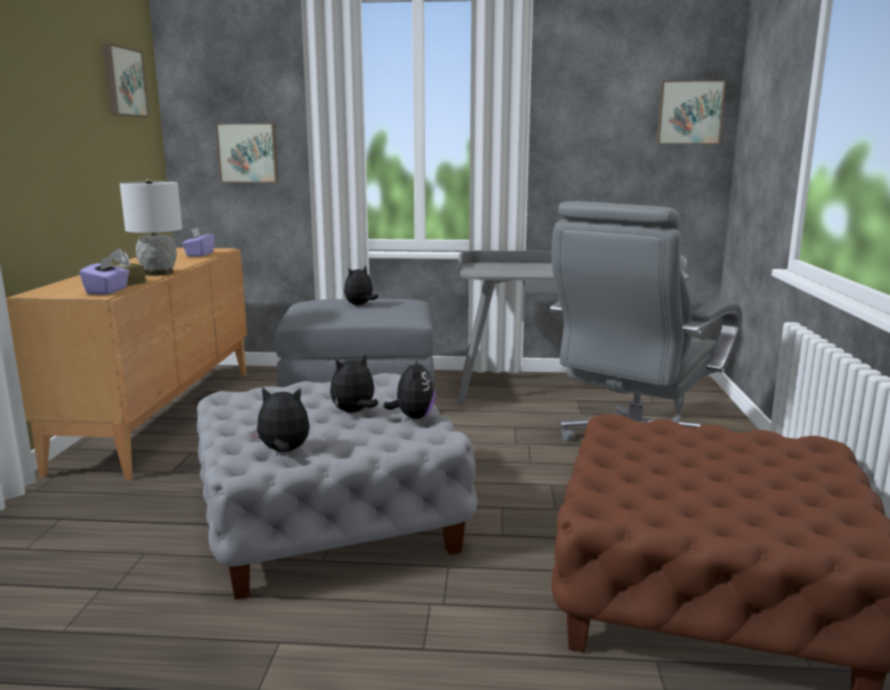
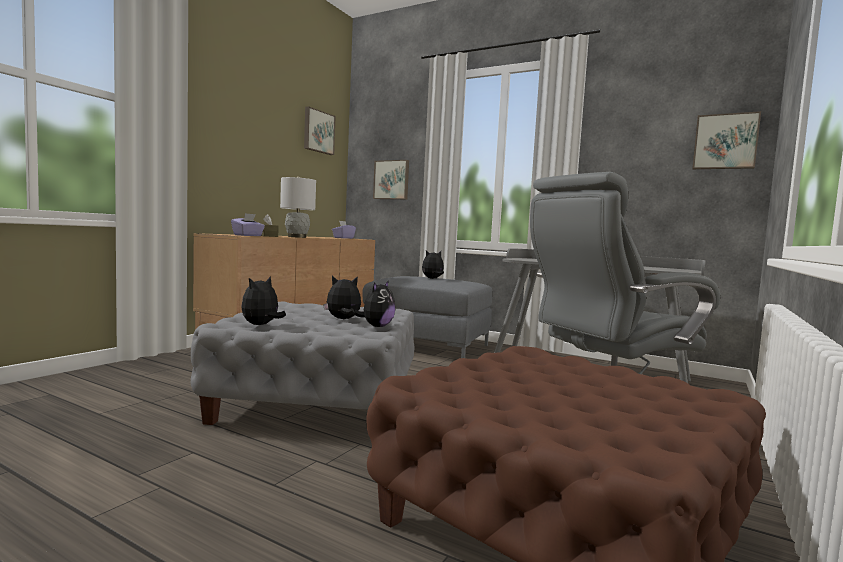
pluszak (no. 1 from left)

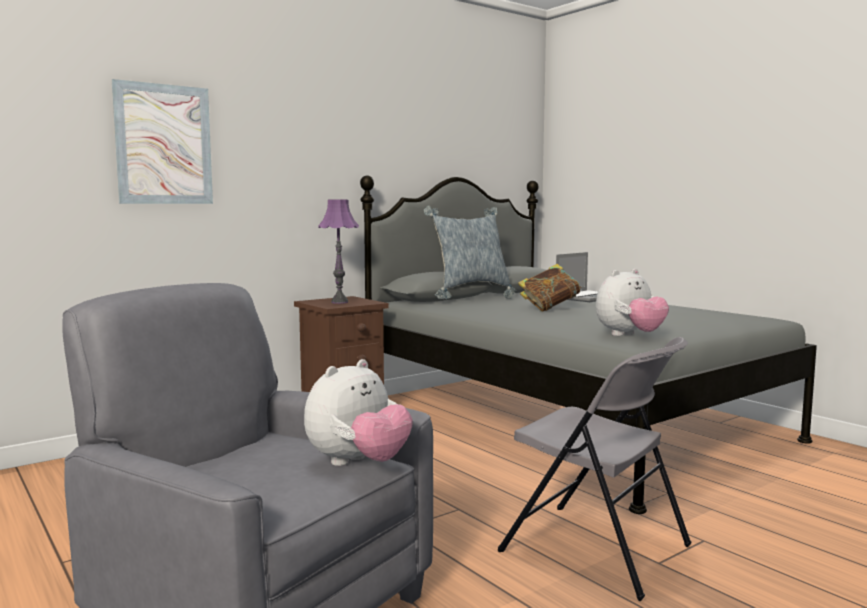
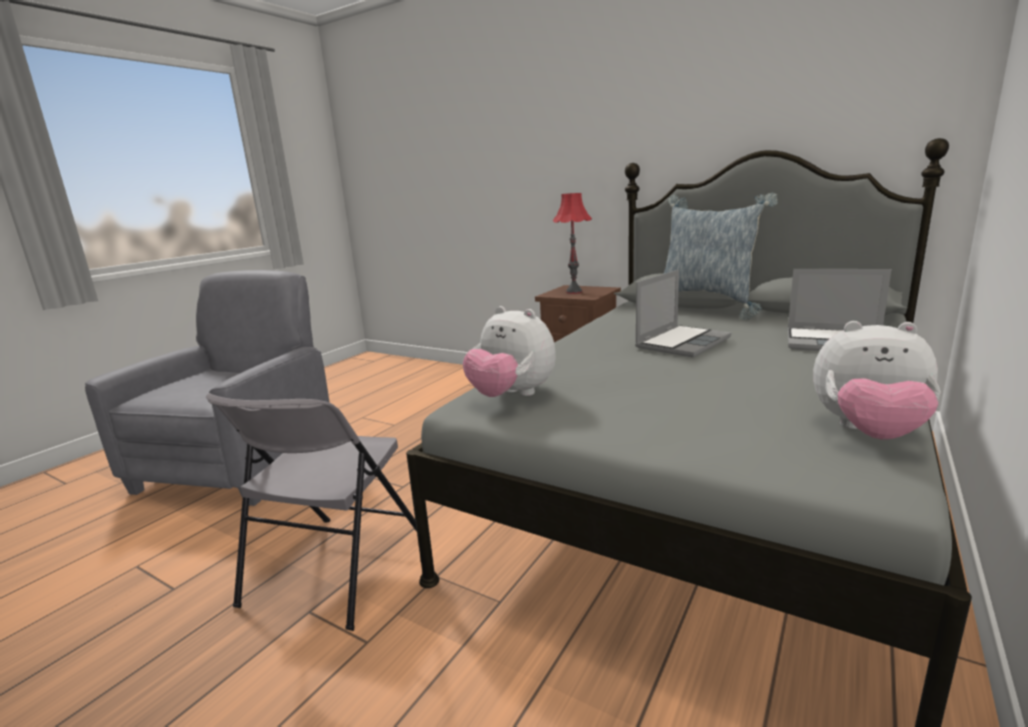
lampa stołowa [czerwony]; laptop (no. 1 from left); pluszak (no. 2 from left); obraz

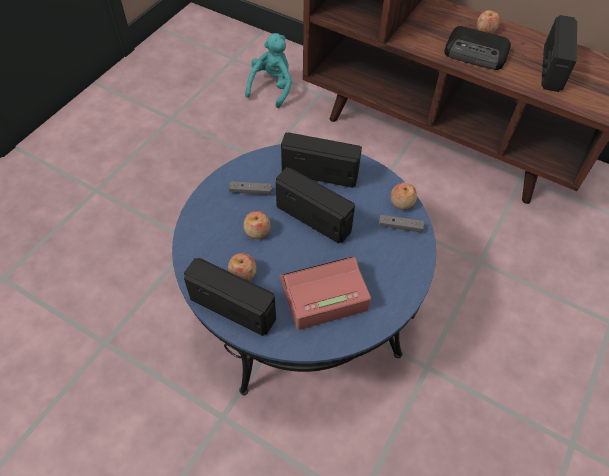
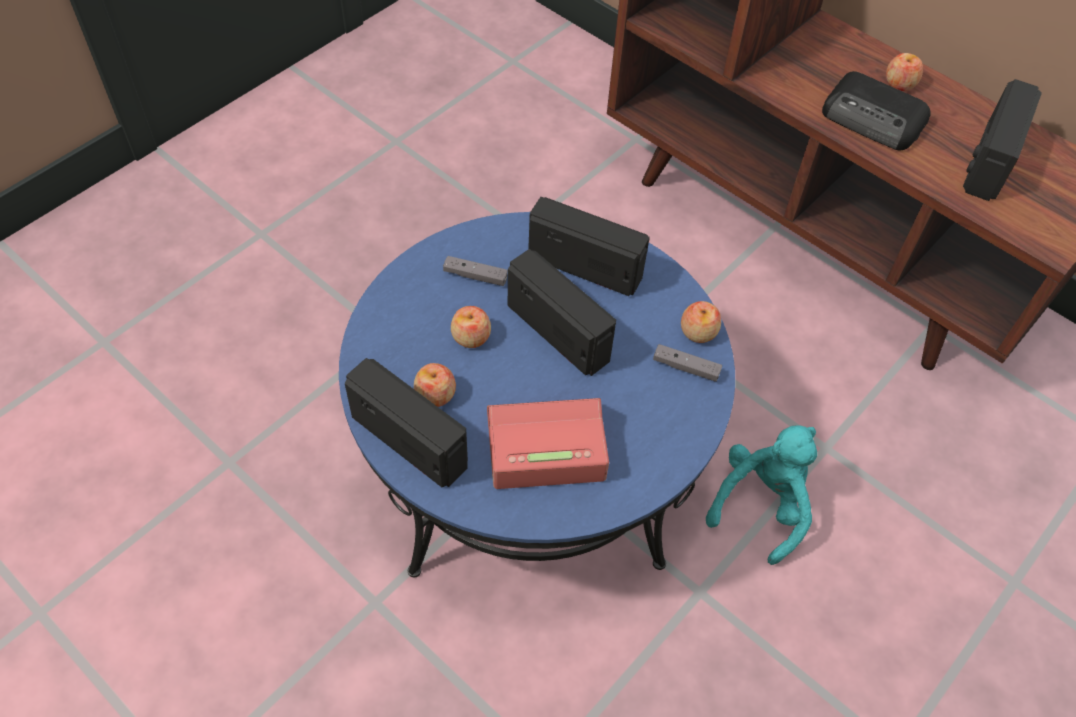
pluszak [turkusowy]

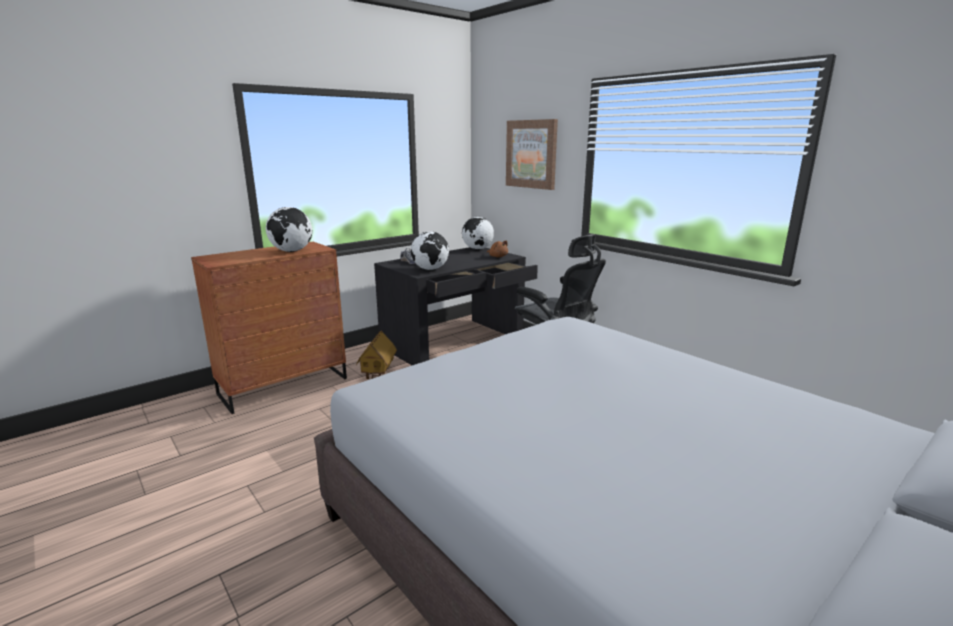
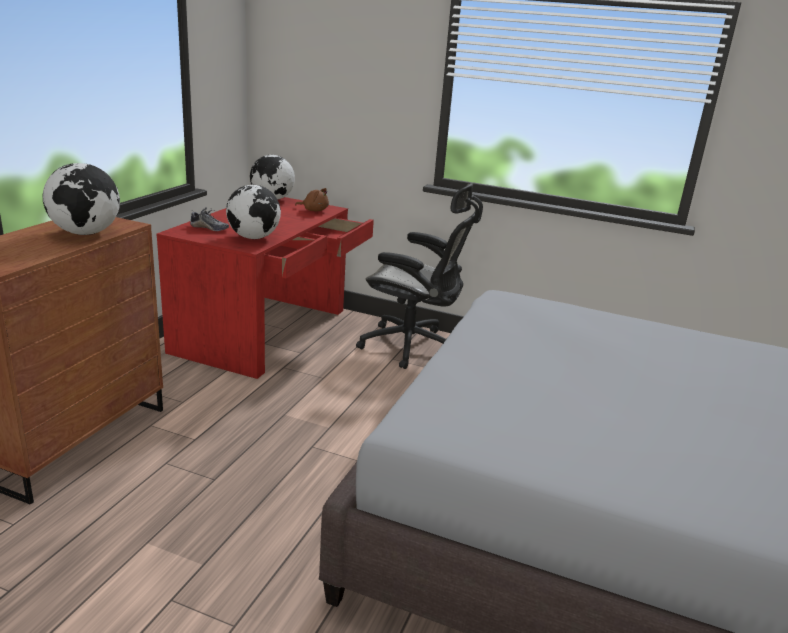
biurko [czerwony]; domek; obraz

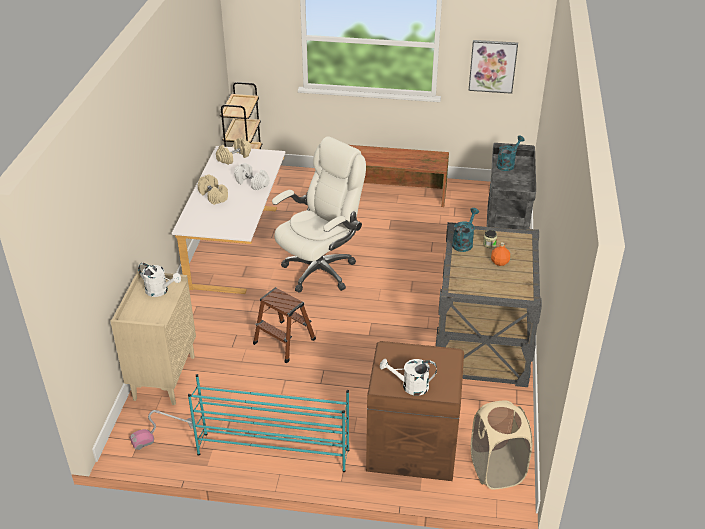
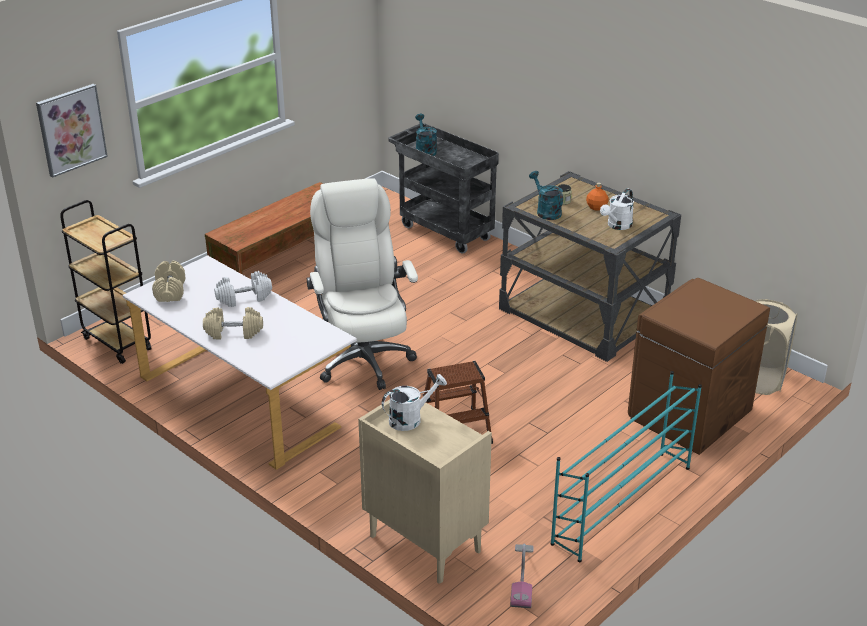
obraz; konewka [biały] (no. 2 from left)

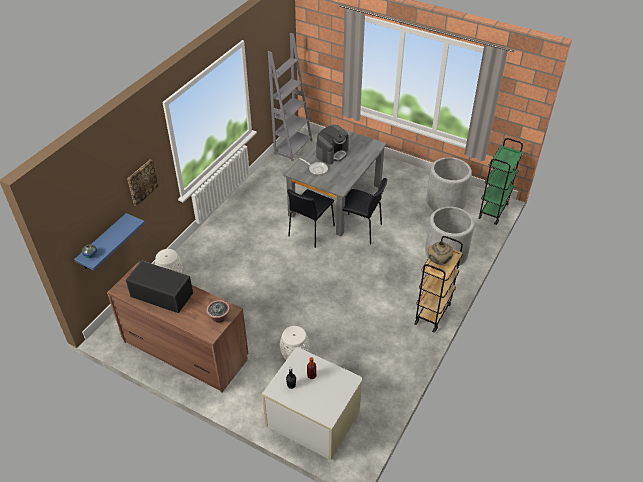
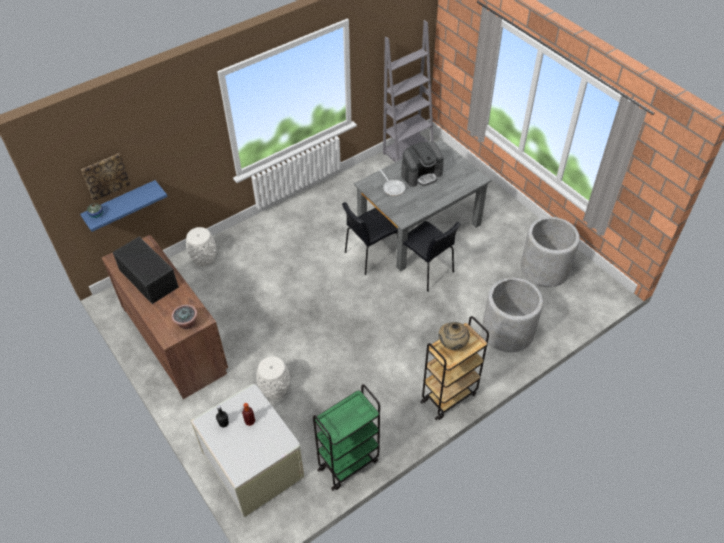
obraz; wózek [zielony]

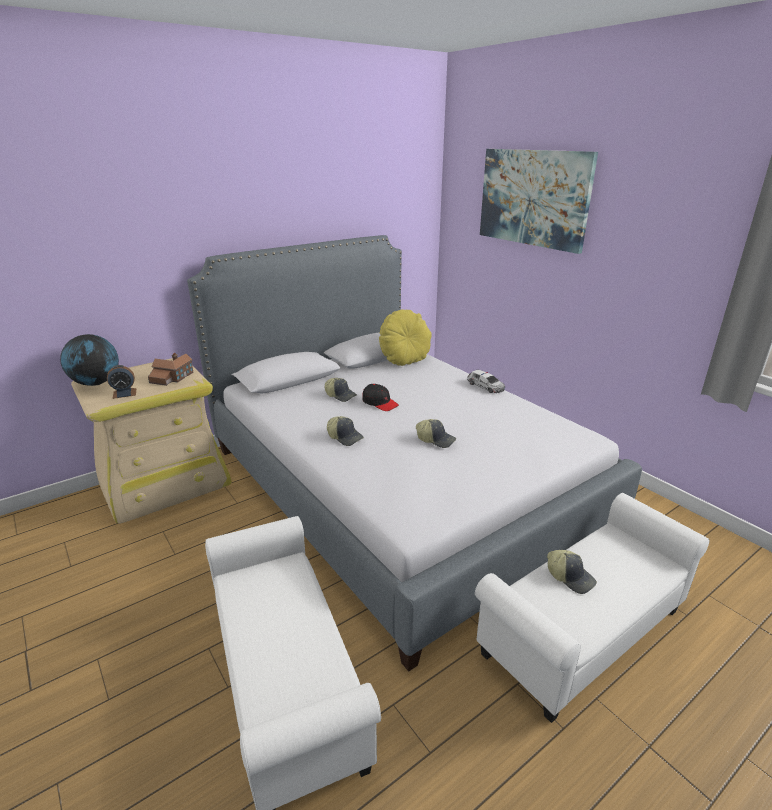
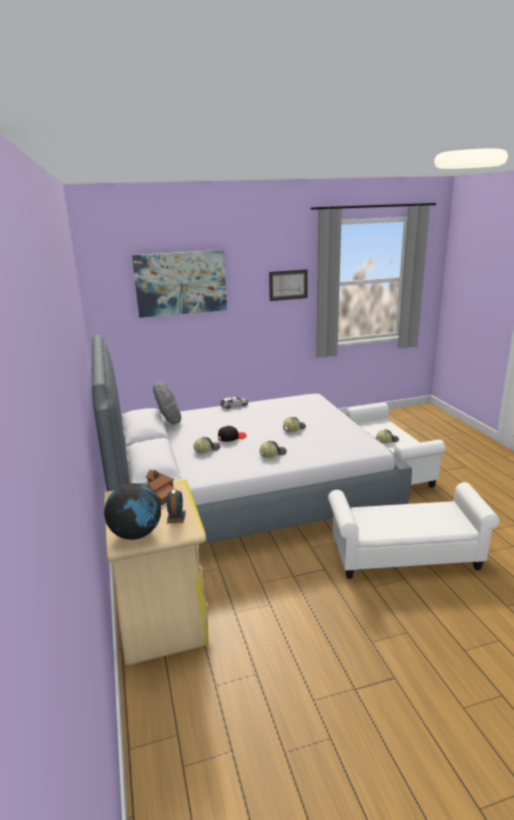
poduszka [szary]; obraz (no. 2 from left)

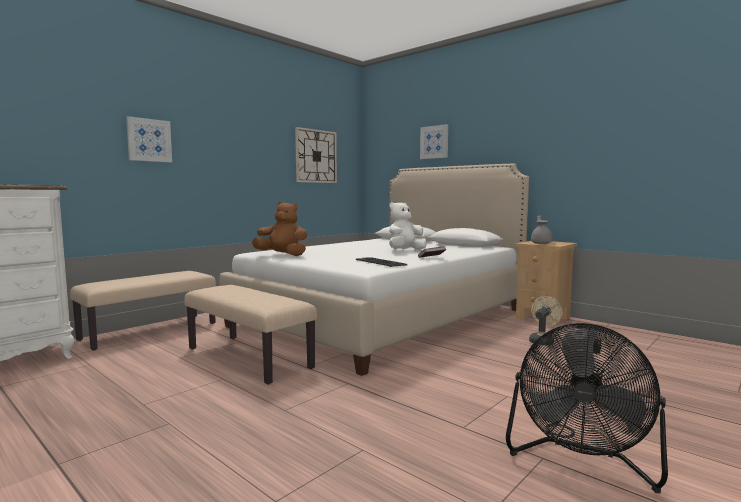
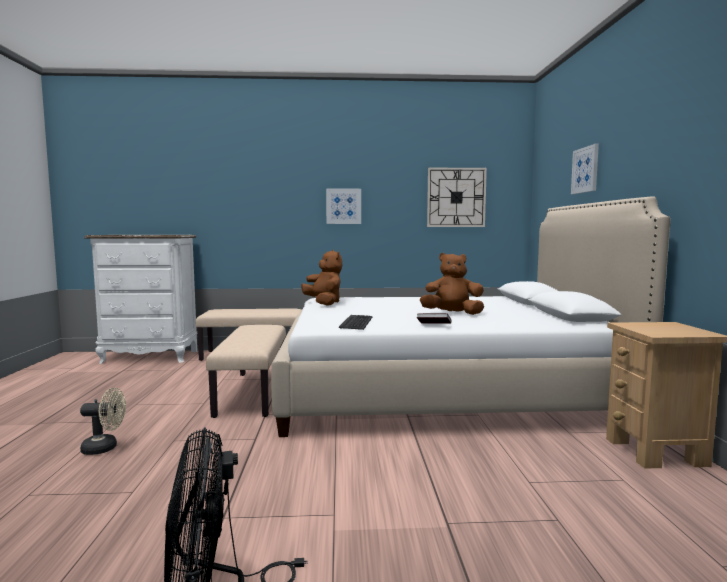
wentylator [beżowy]; obraz (no. 1 from left); pluszak [brązowy] (no. 2 from left); imbryk [szary]

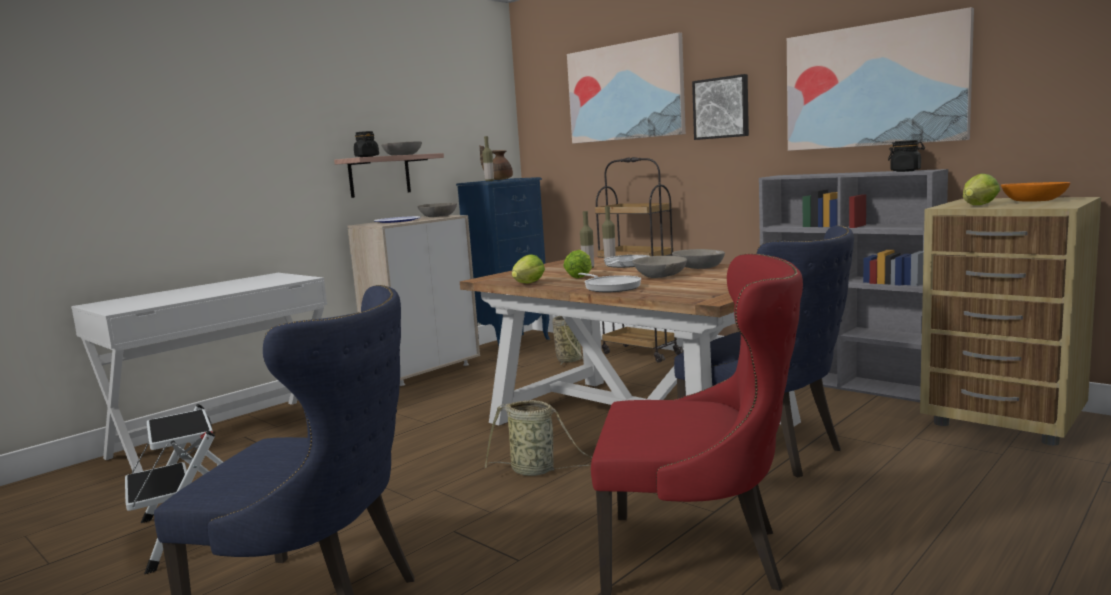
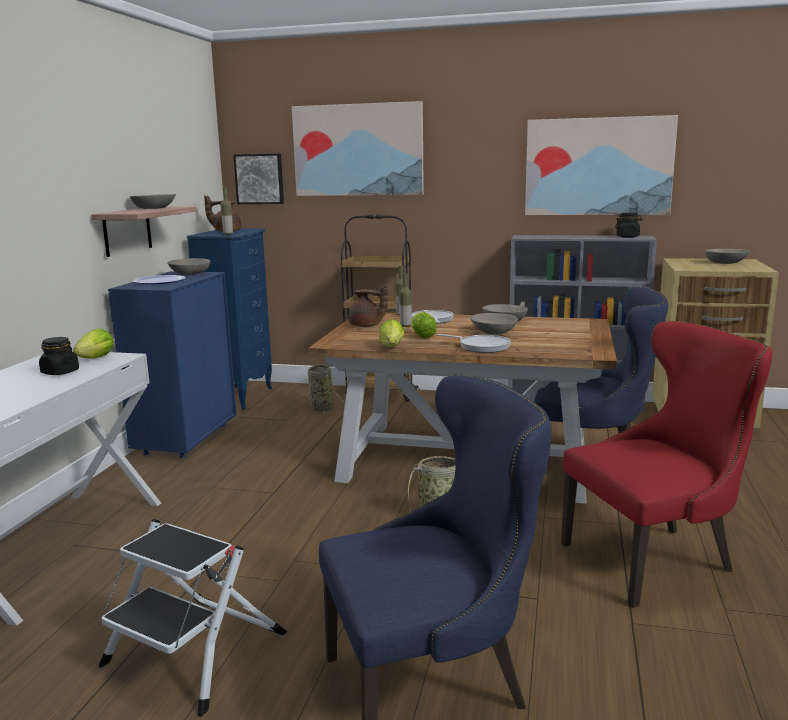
słoik [czarny] (no. 1 from left); sałata (no. 1 from left); szafka [niebieski]; obraz (no. 1 from left); imbryk [brązowy] (no. 2 from left); miska [szary] (no. 5 from left)

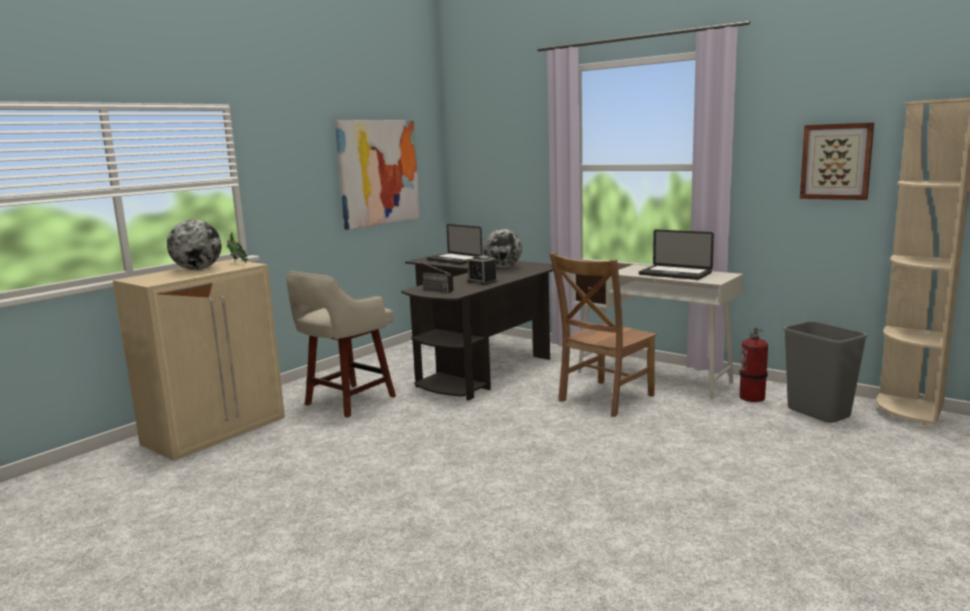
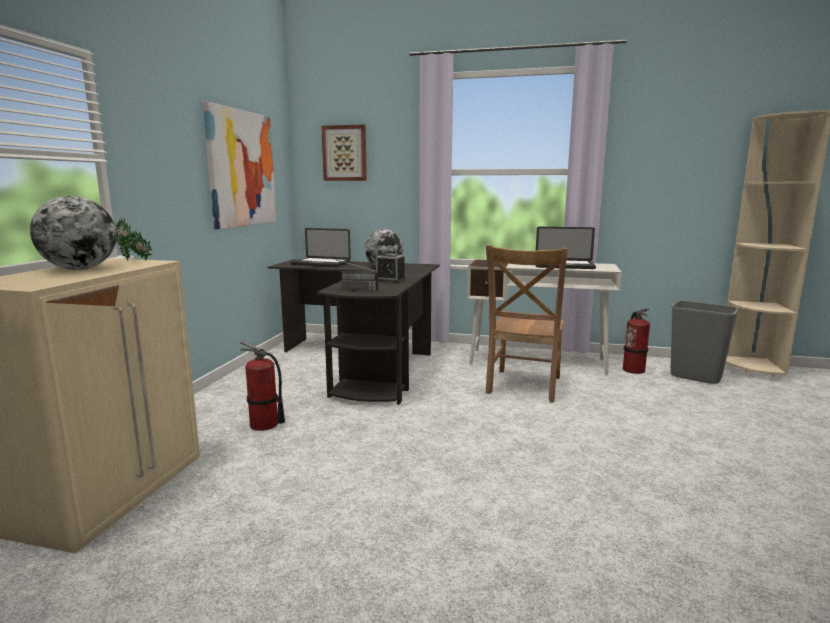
gaśnica (no. 1 from left); obraz (no. 2 from left)

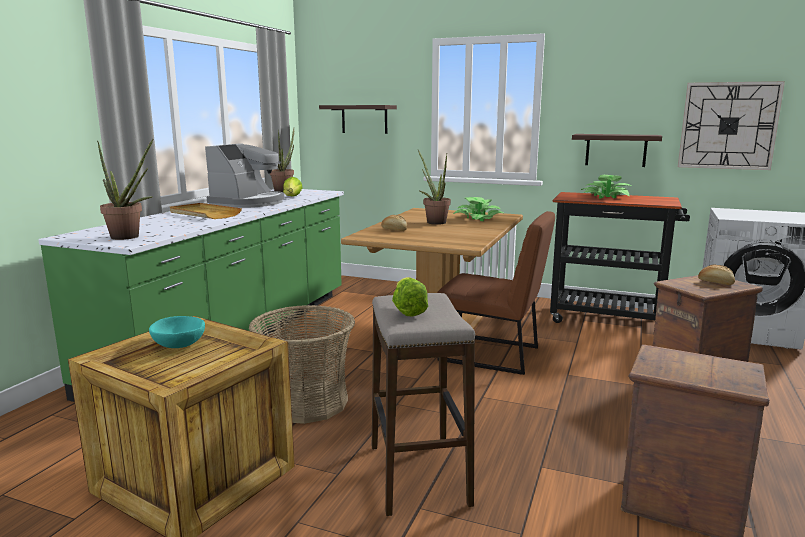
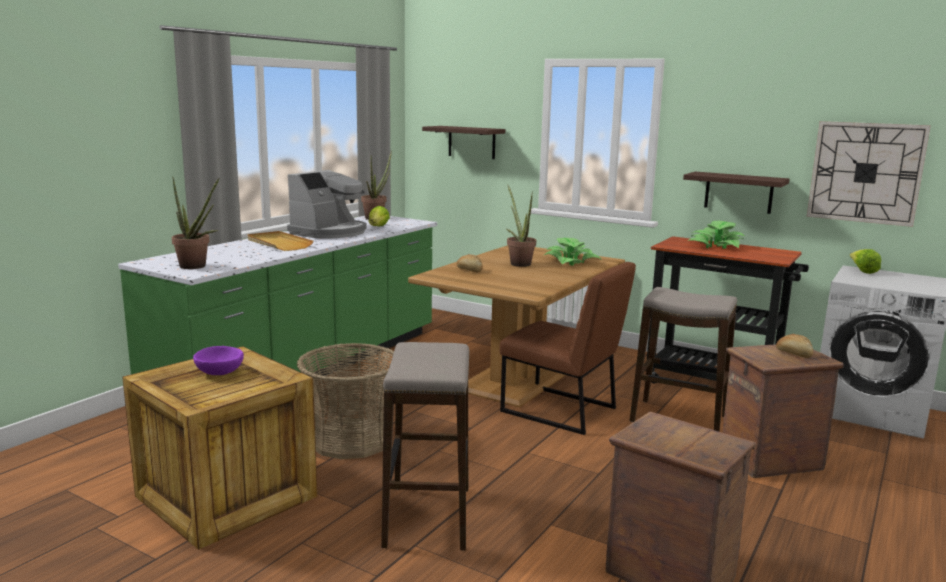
miska [fioletowy]; stołek (no. 2 from left); sałata (no. 2 from left)

